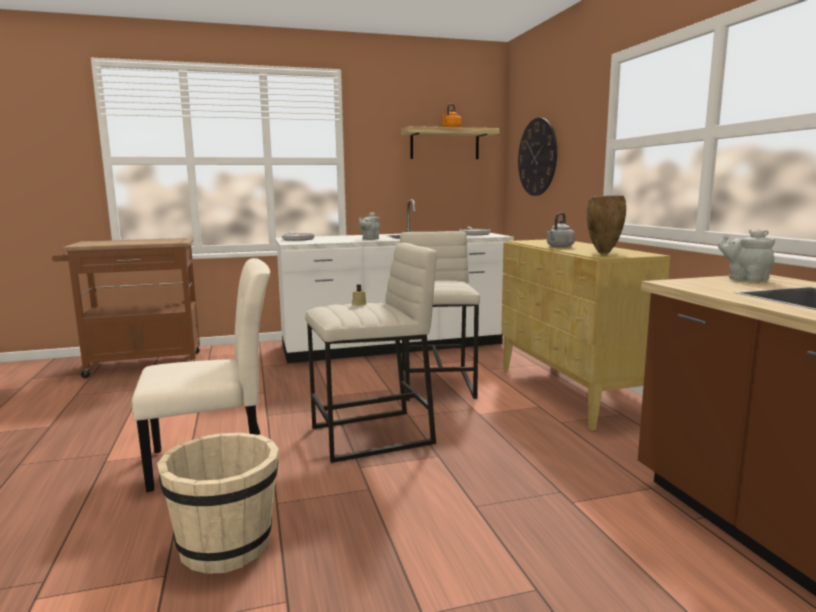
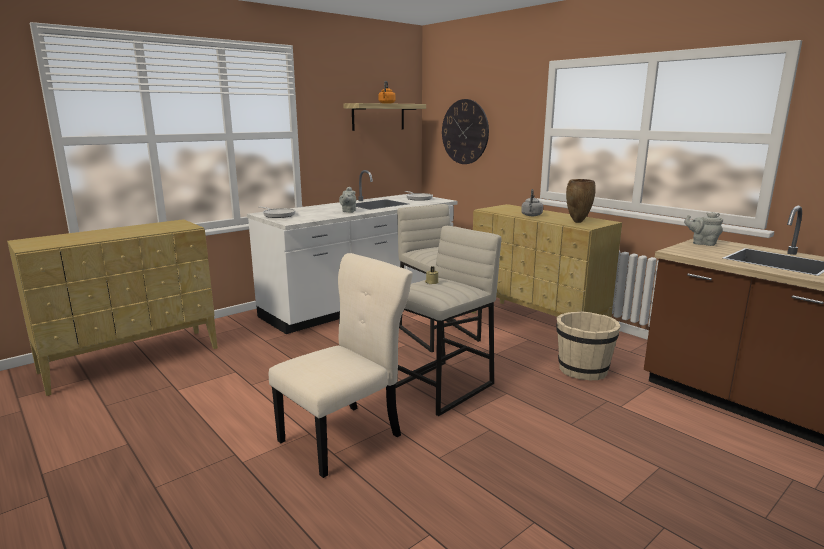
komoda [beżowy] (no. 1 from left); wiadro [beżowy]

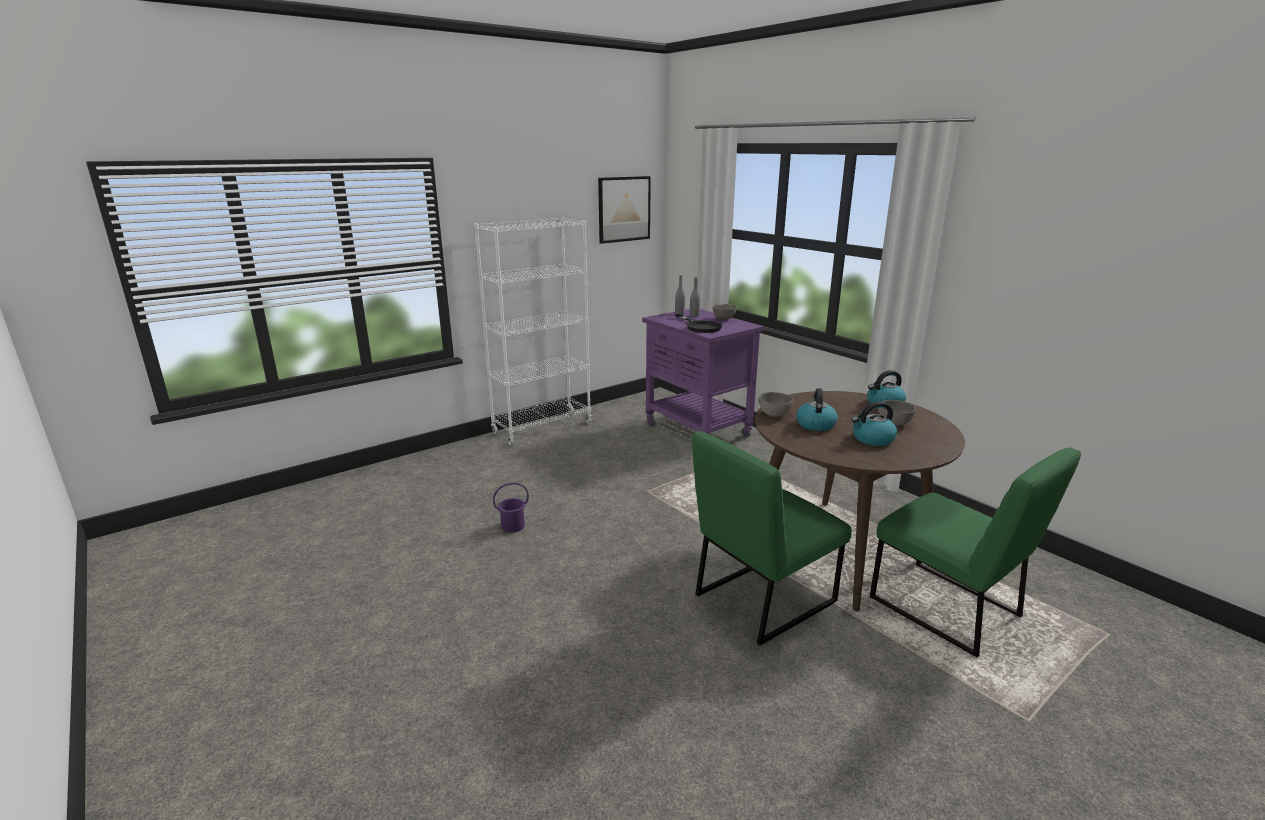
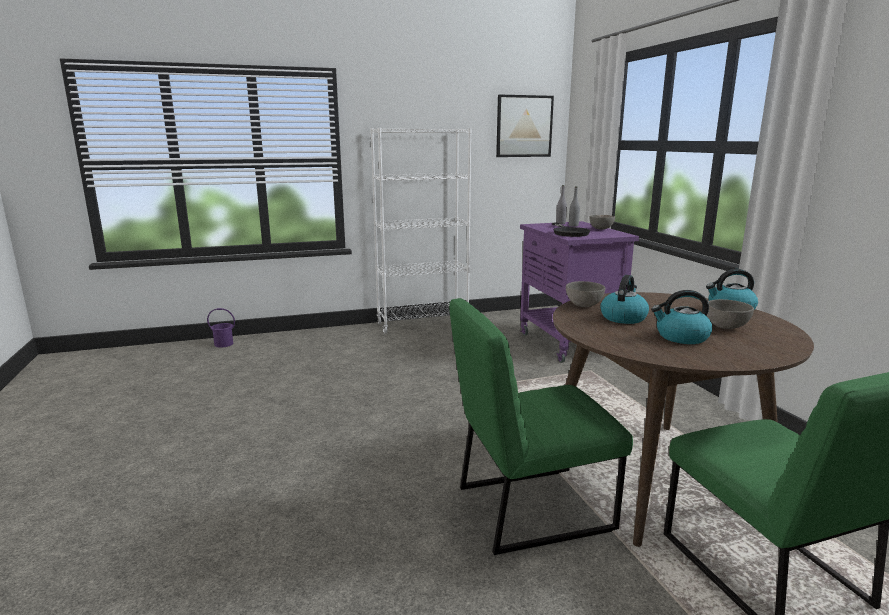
wiadro [fioletowy]

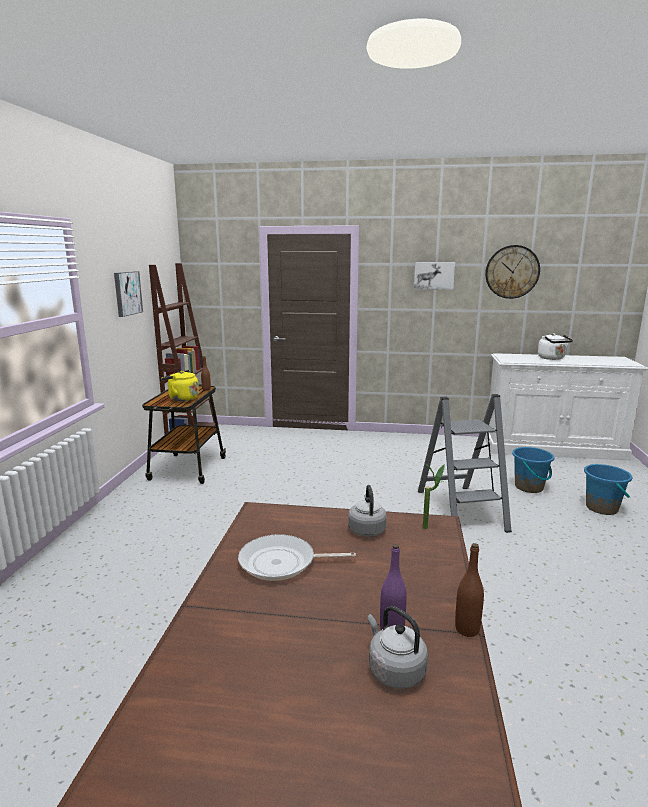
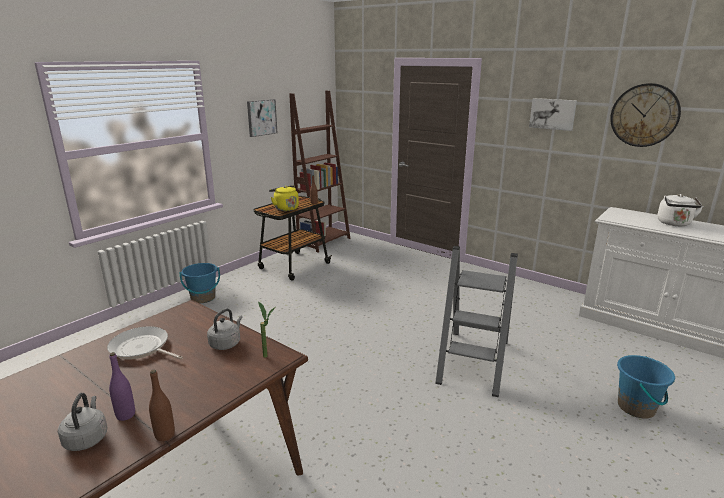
wiadro [niebieski] (no. 1 from left)

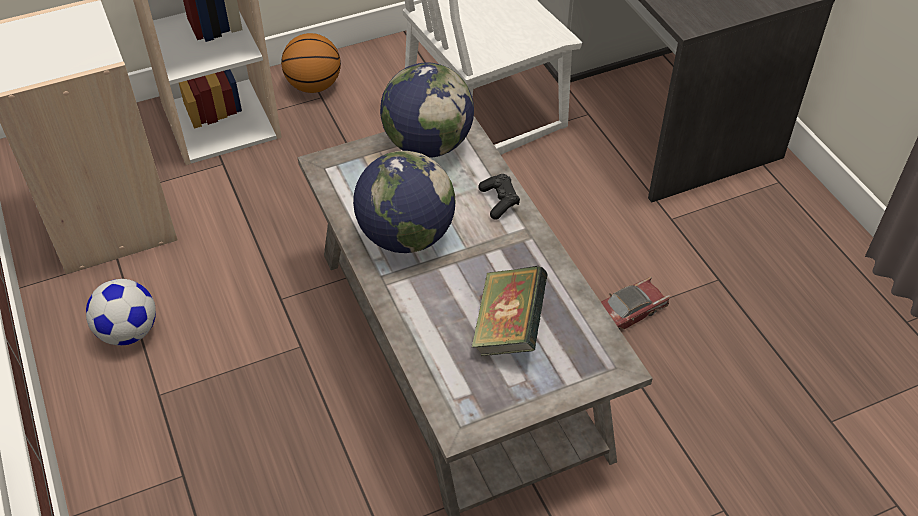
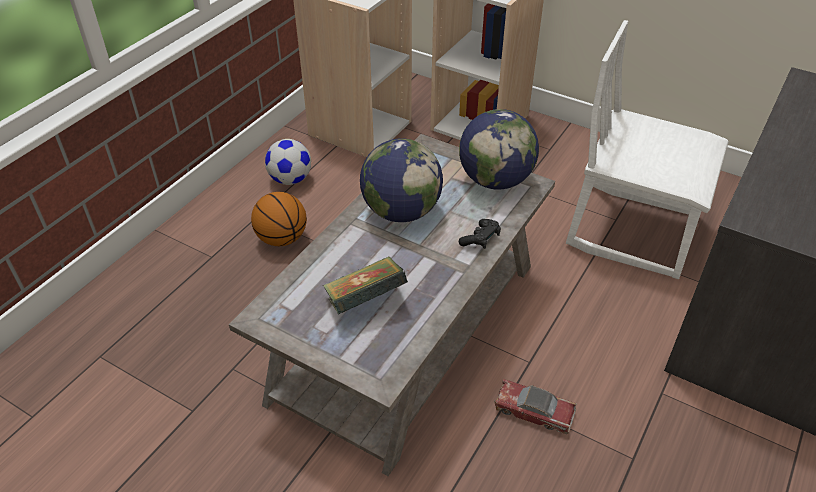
piłka do koszykówki

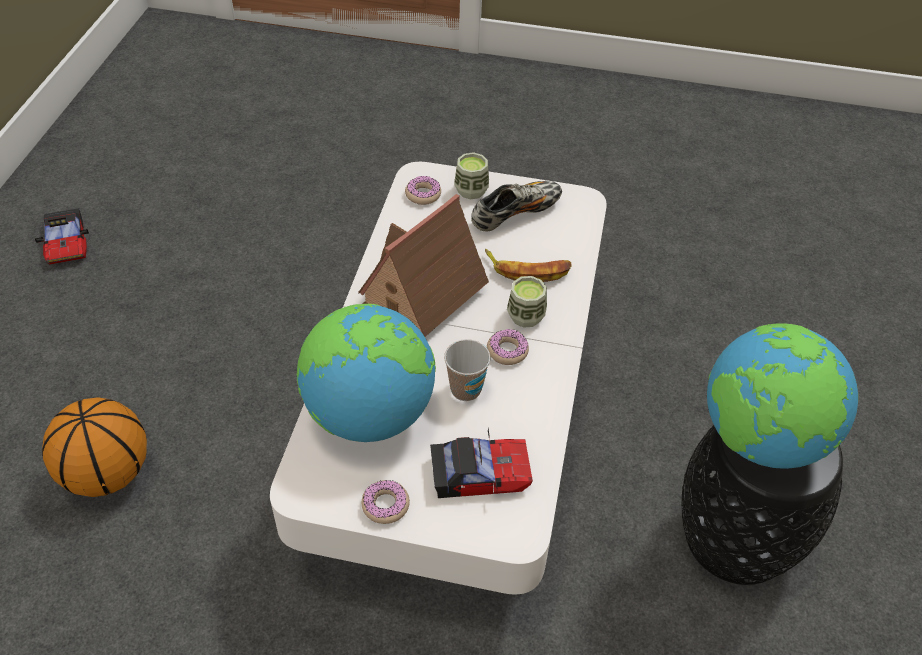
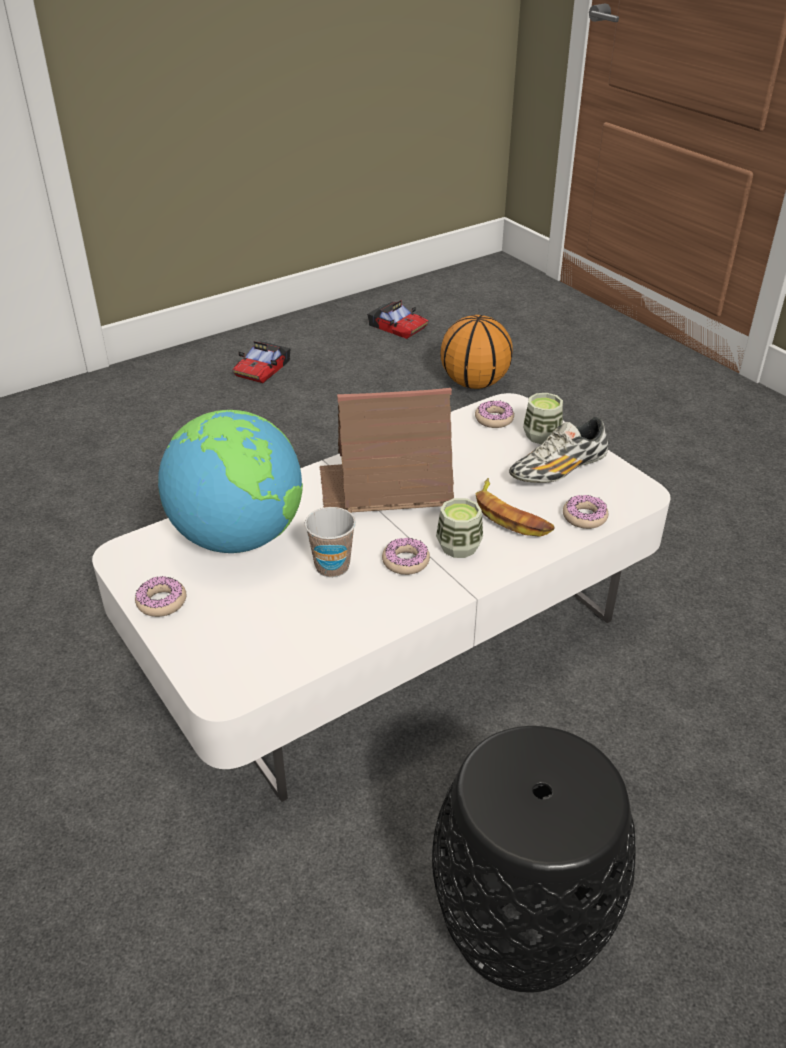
samochodzik (no. 2 from left); piłka do koszykówki; but; donut (no. 4 from left); globus (no. 2 from left in the first image)

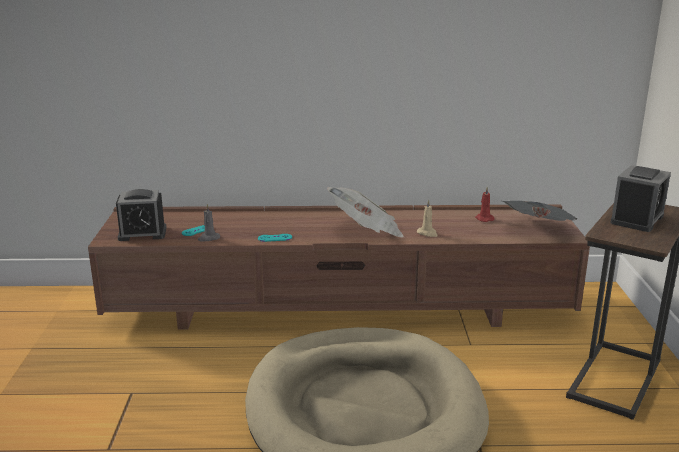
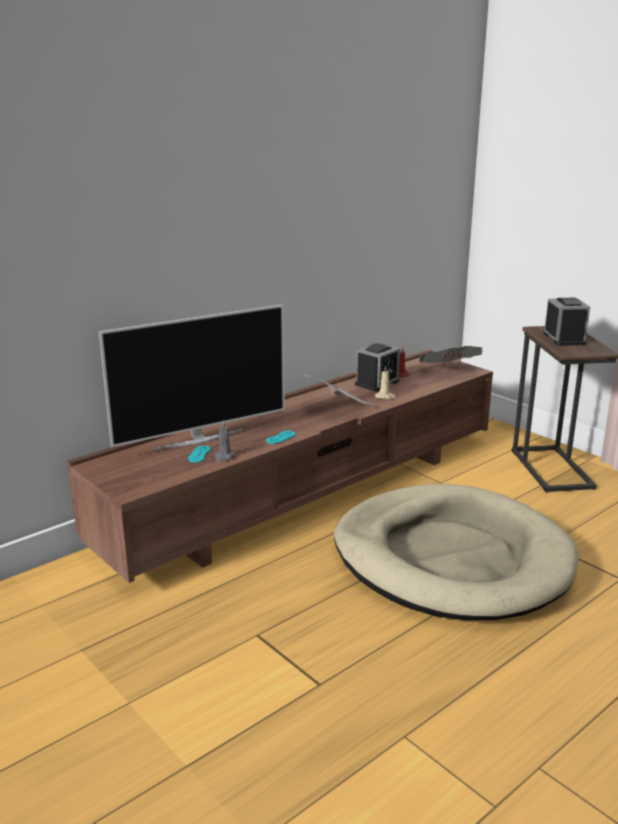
telewizor; budzik (no. 1 from left)

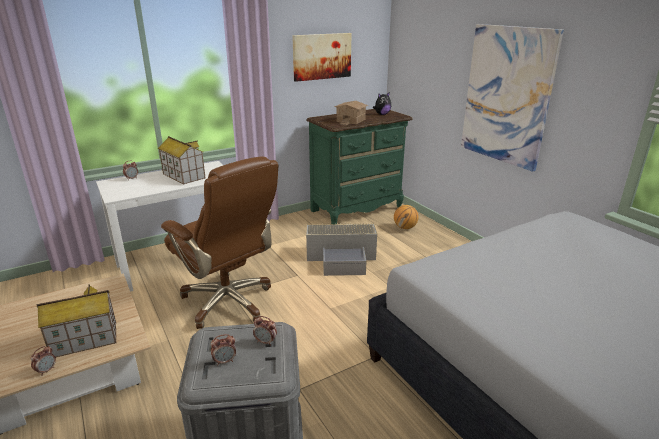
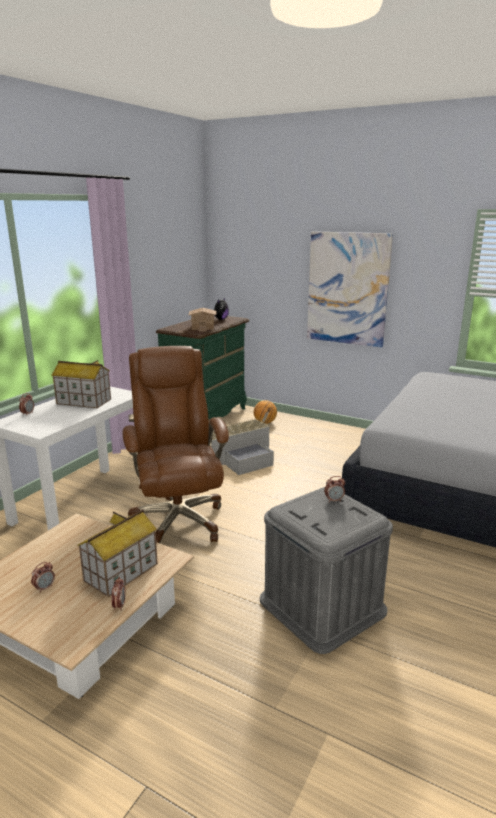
budzik (no. 2 from left); krzesło biurowe [brązowy]; obraz (no. 1 from left in the first image)

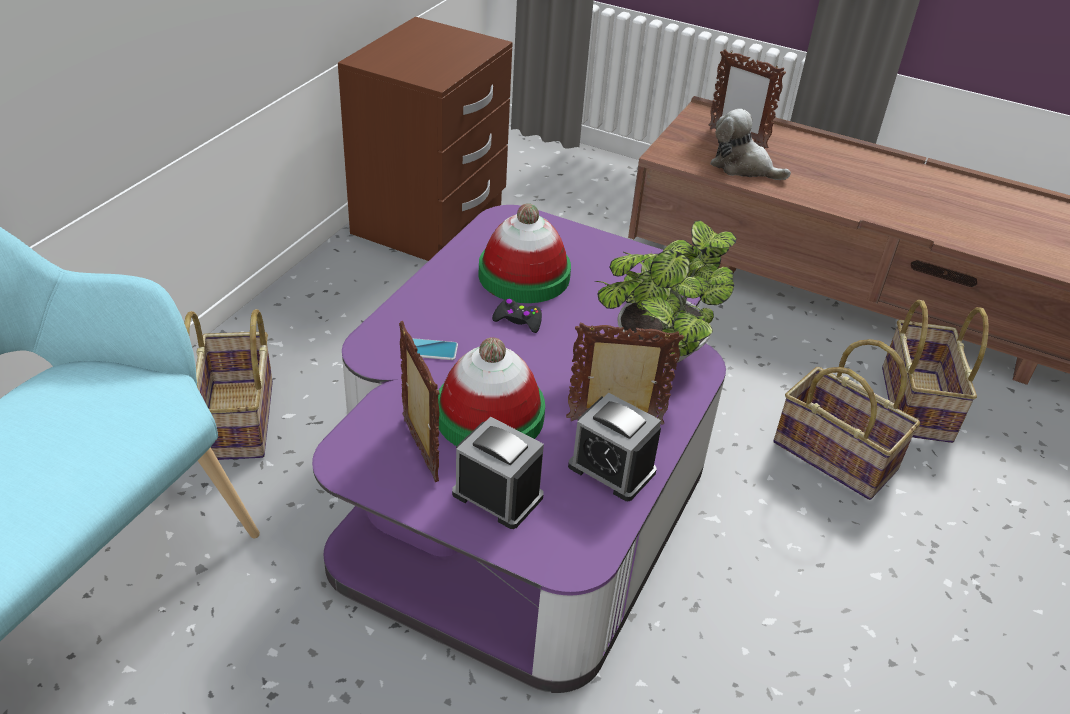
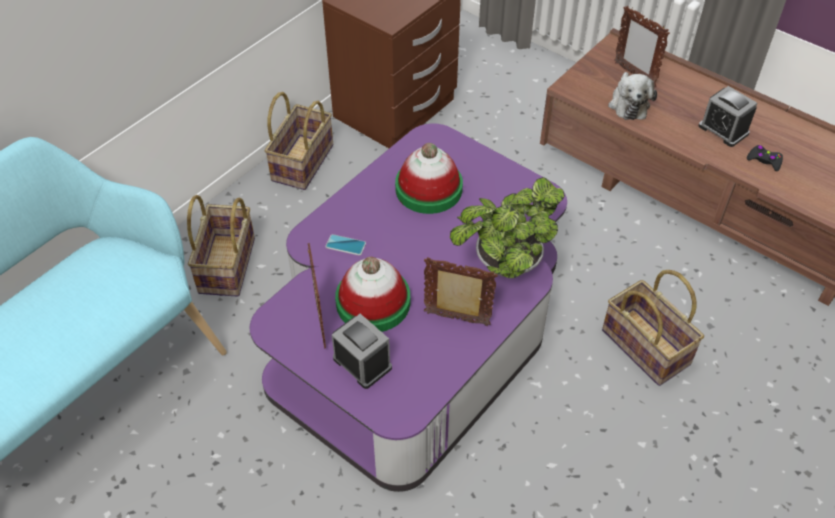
koszyk (no. 2 from left); pluszak; budzik (no. 2 from left); pad do gier [czarny]

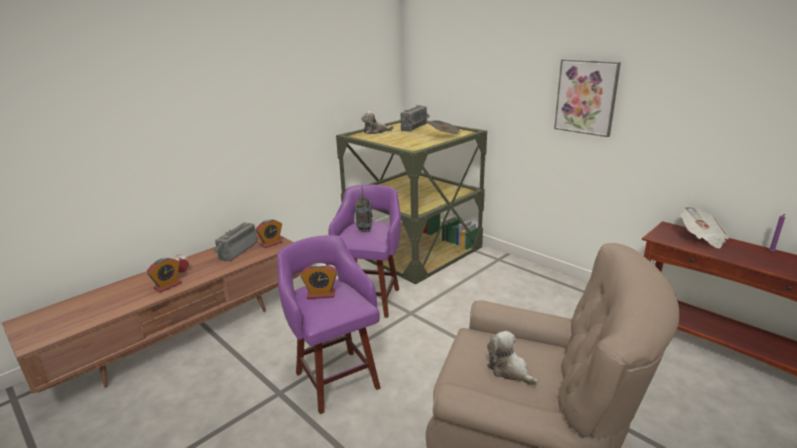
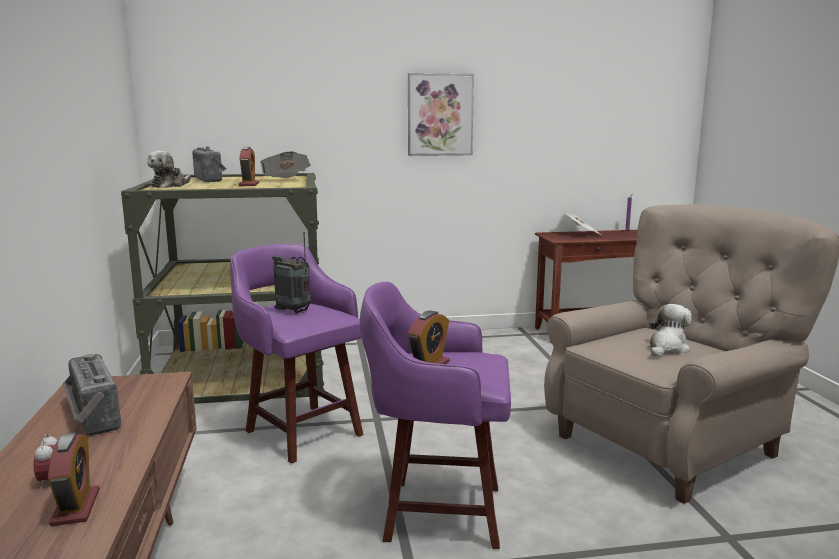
budzik (no. 3 from left); pluszak (no. 2 from left)

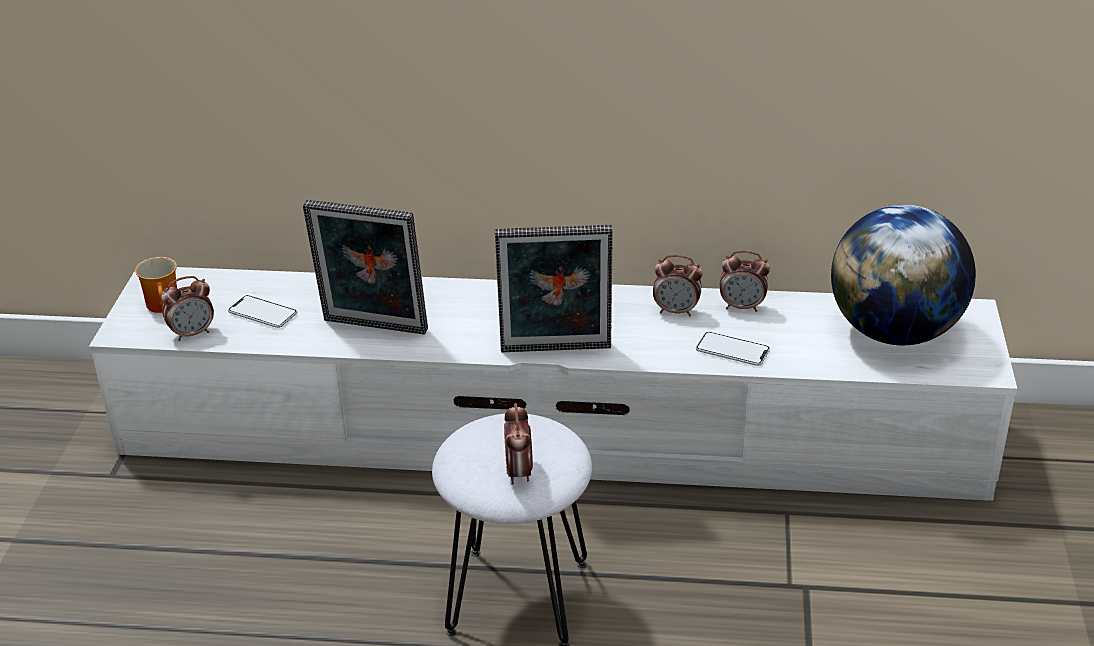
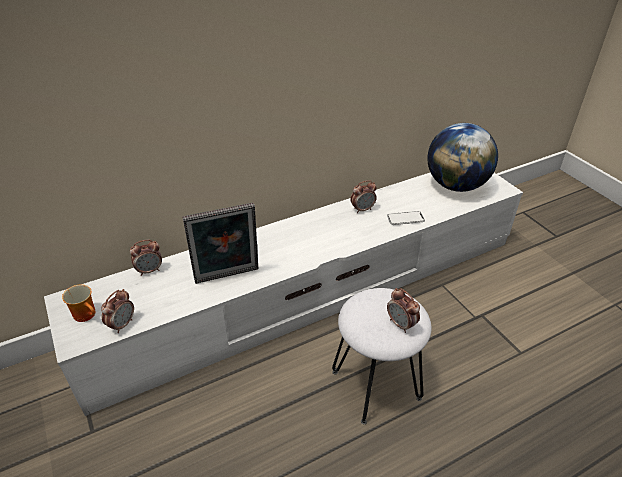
budzik (no. 2 from left); telefon (no. 1 from left in the first image); ramka na zdjęcie (no. 2 from left in the first image)

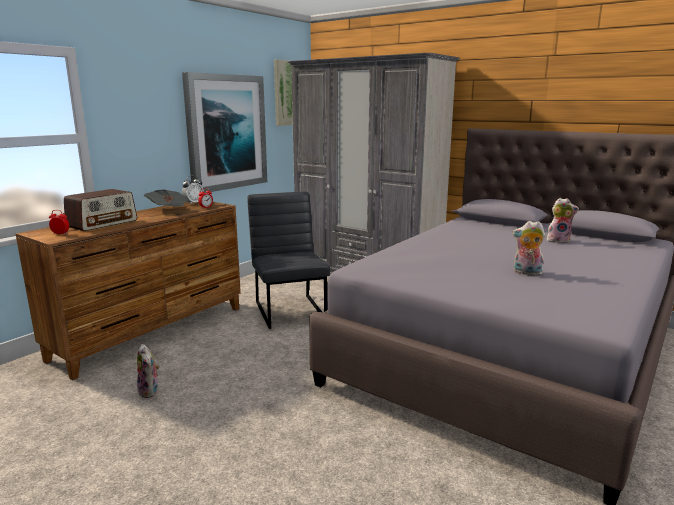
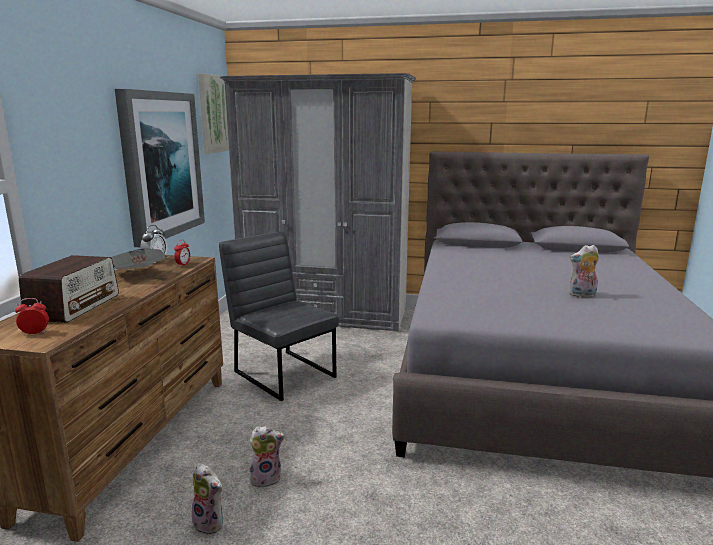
pluszak (no. 2 from left)

